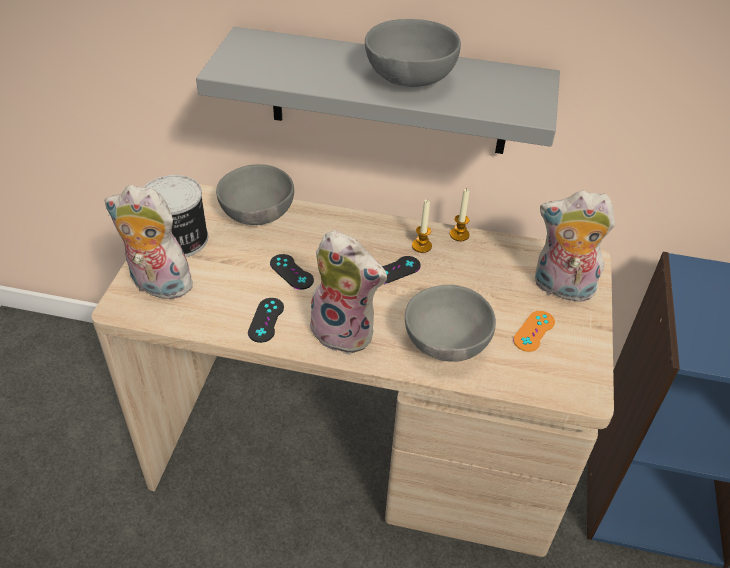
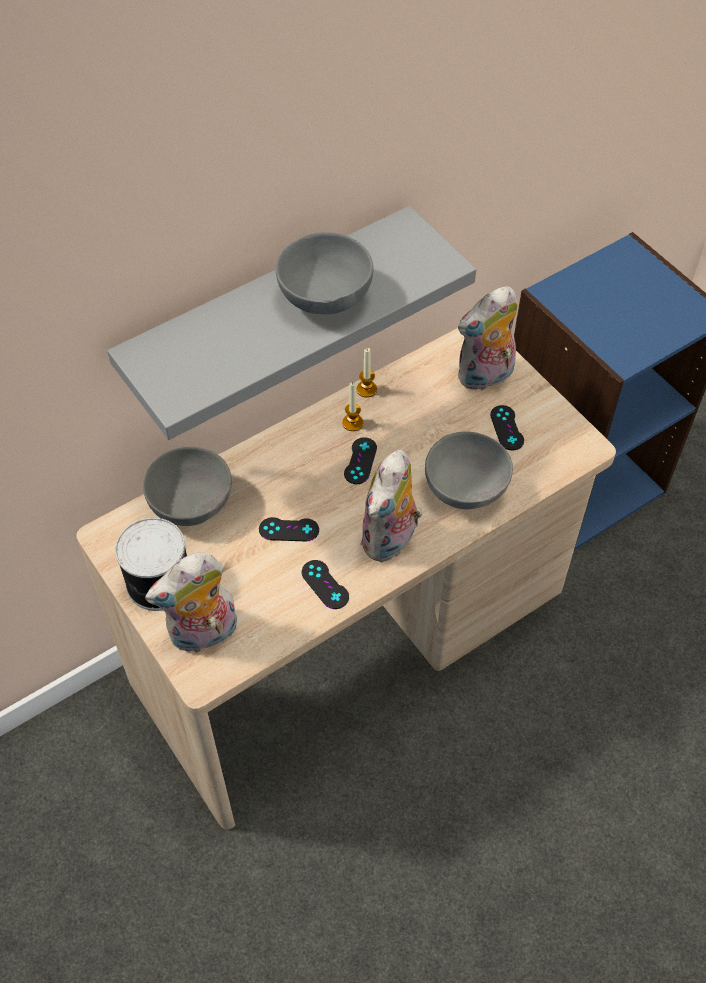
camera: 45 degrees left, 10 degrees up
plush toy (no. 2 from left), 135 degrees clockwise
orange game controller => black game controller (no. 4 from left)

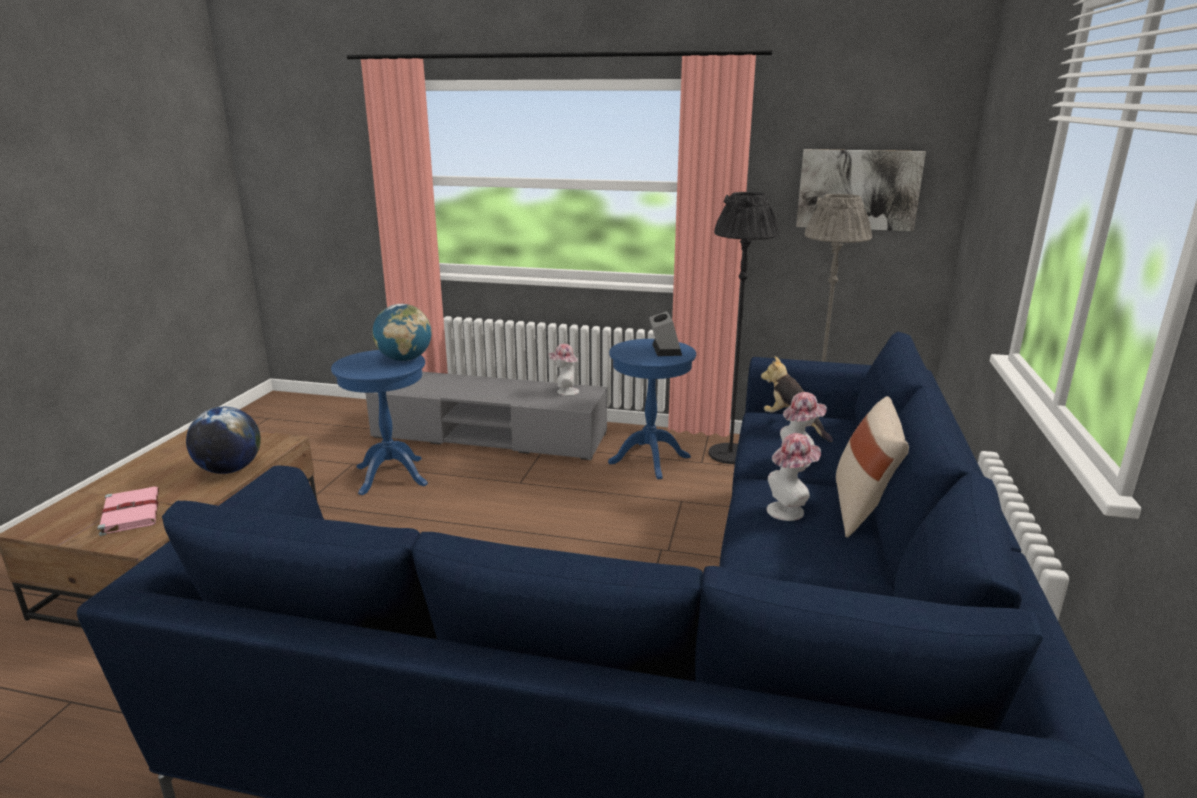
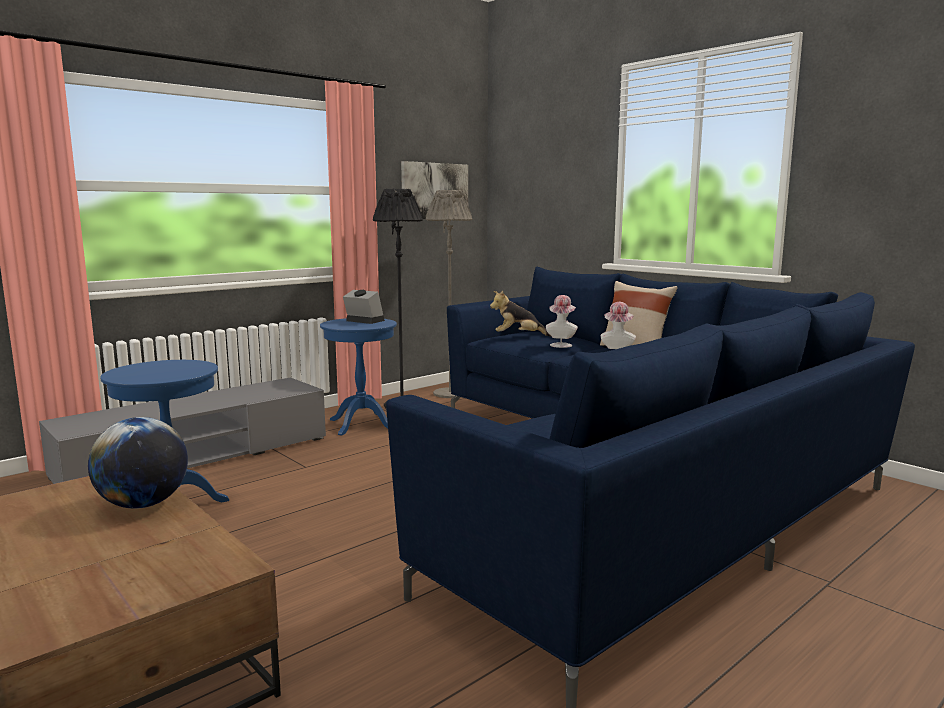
camera: 55 degrees left, 10 degrees down
pink book => nothing
globe (no. 2 from left) => nothing
hat (no. 1 from left) => nothing

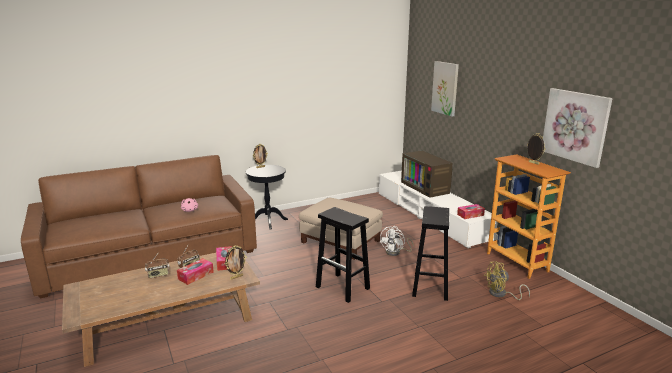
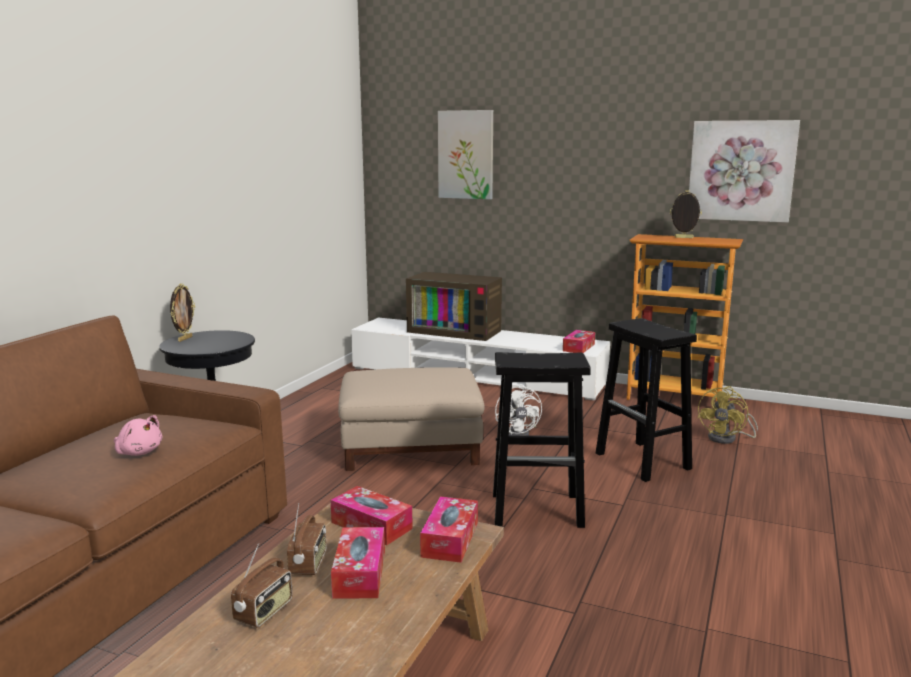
camera: 40 degrees left, 5 degrees down
picture frame (no. 1 from left) => tissue box (no. 3 from left)

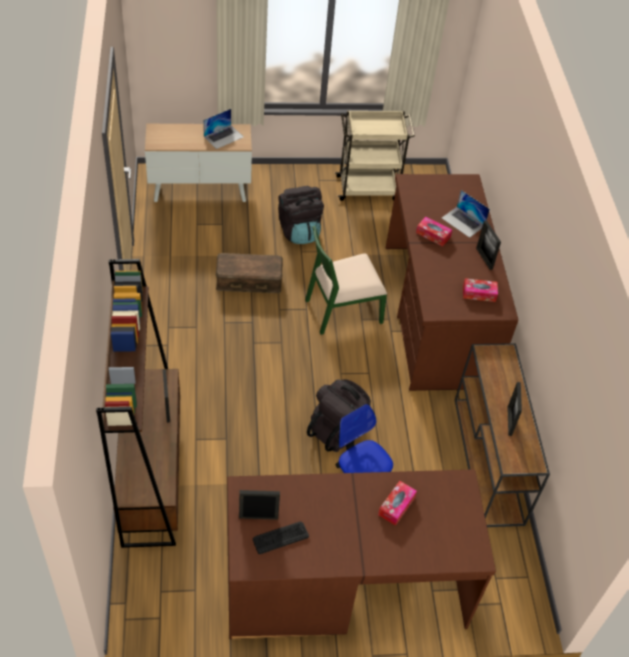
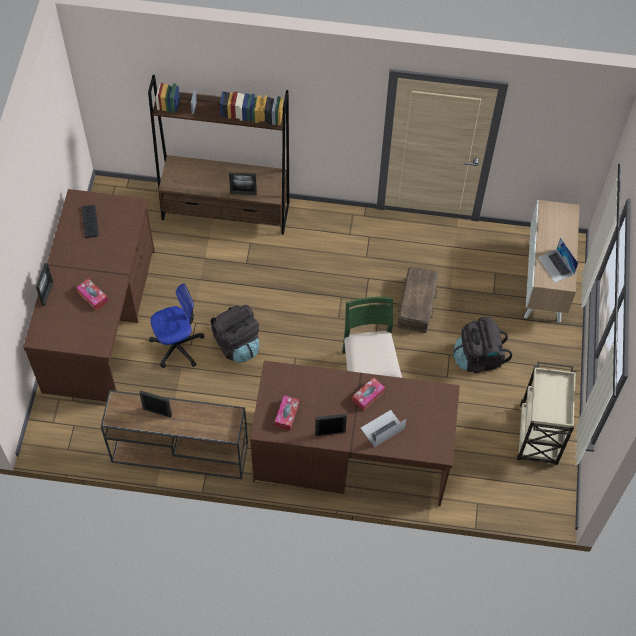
camera: 105 degrees right, 10 degrees up
picture frame (no. 2 from left in the first image) => picture frame (no. 1 from left), shifted

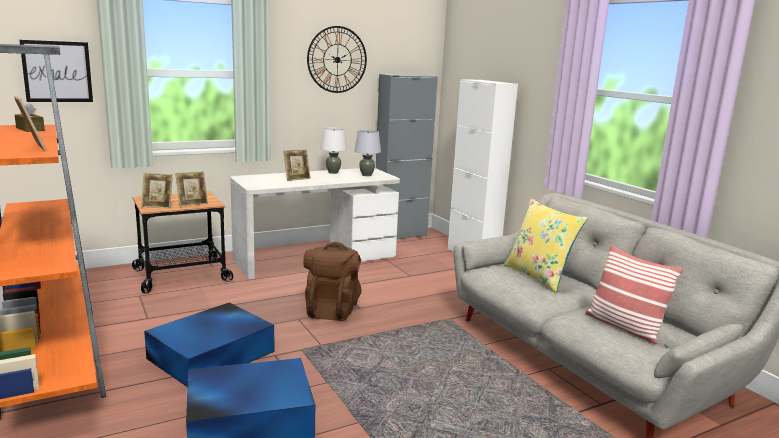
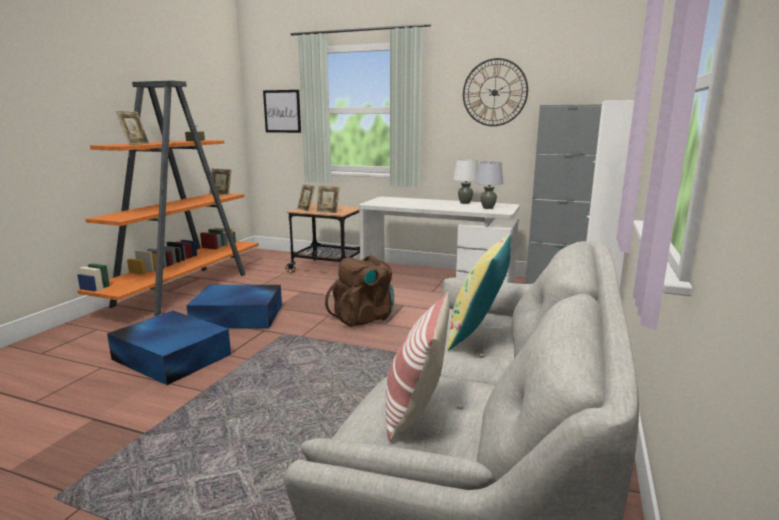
camera: 50 degrees right, 0 degrees up
picture frame (no. 4 from left in the first image) => picture frame (no. 2 from left), shifted

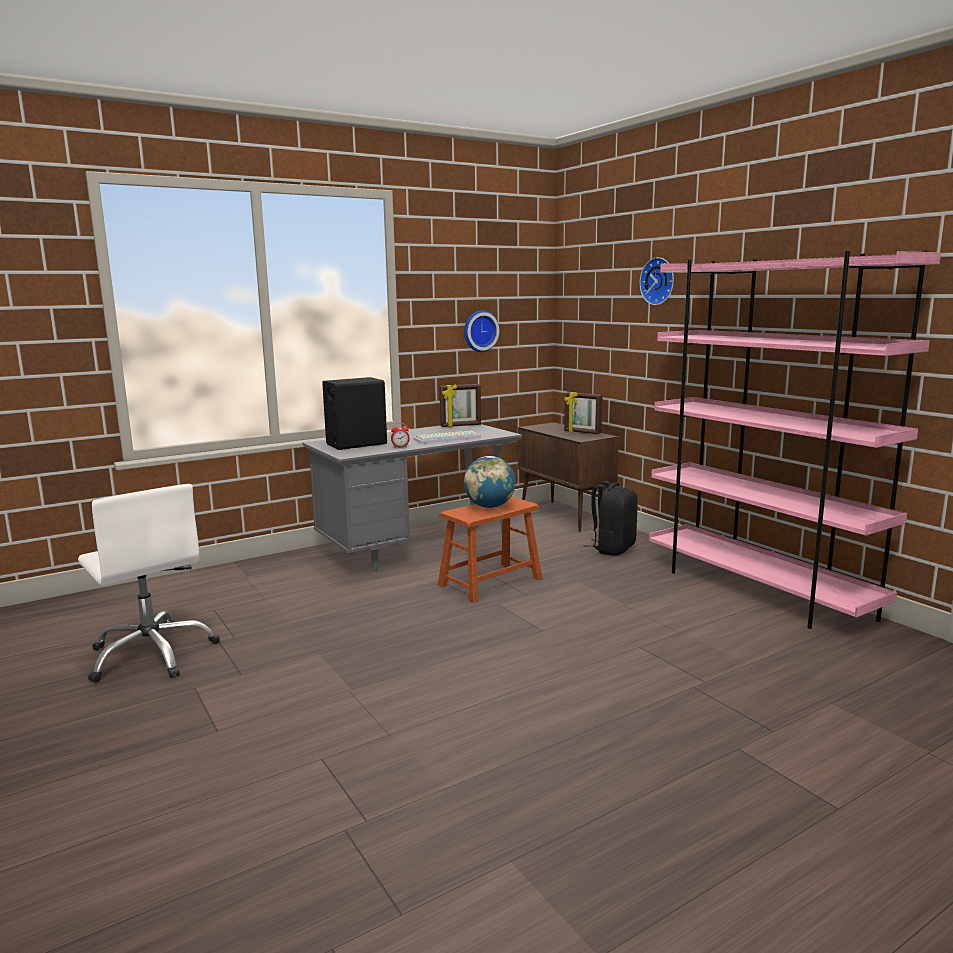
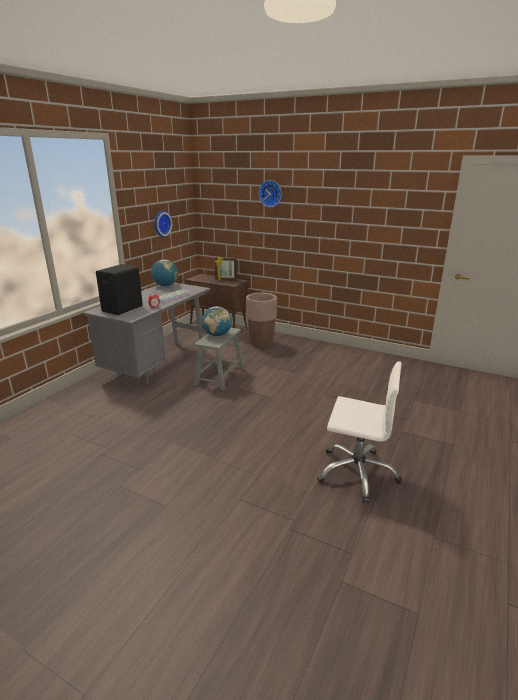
camera: 30 degrees left, 10 degrees up
white office chair, shifted
brown stool => grey stool
picture frame (no. 1 from left) => globe (no. 1 from left)
black backpack => brown planter
pink bookcase => nothing

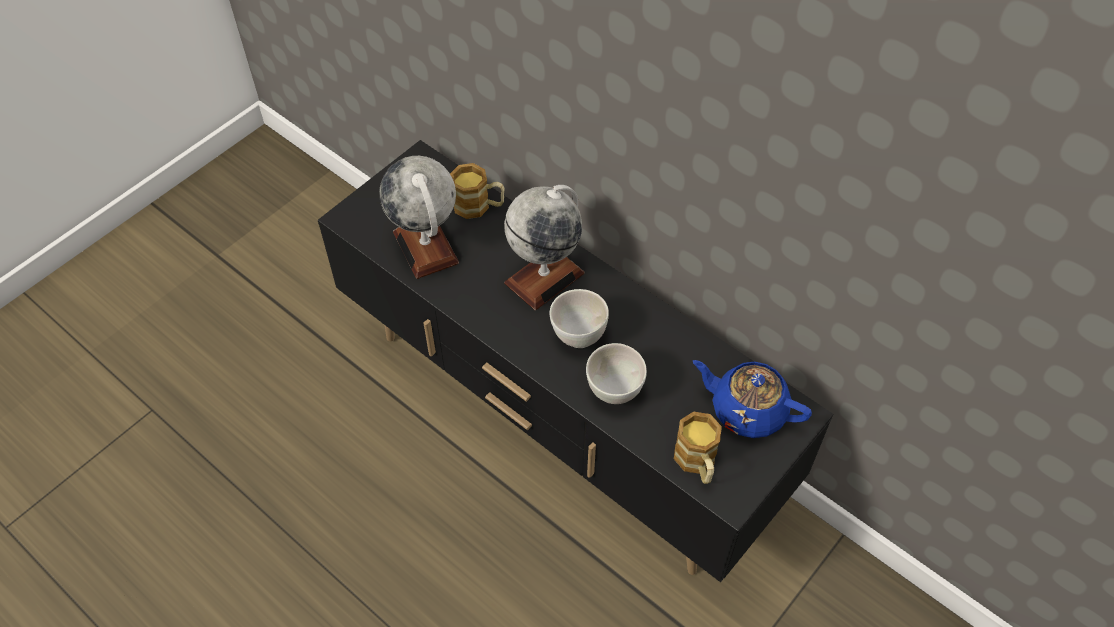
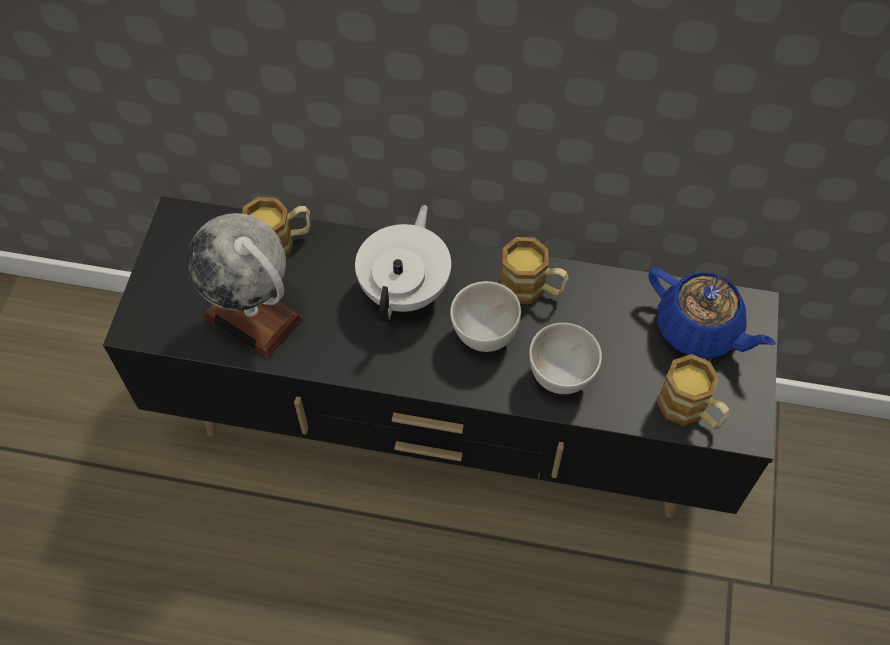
camera: 30 degrees left, 5 degrees up
globe (no. 2 from left) => white teapot
blue teapot, 135 degrees counterclockwise
nothing => mug (no. 2 from left)

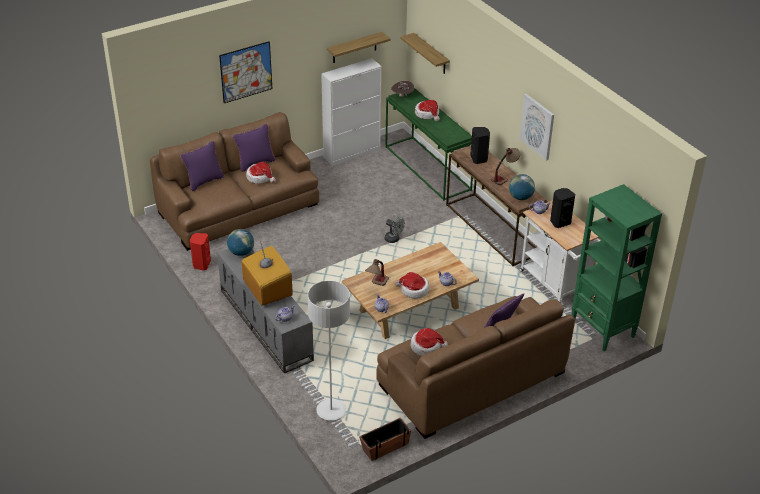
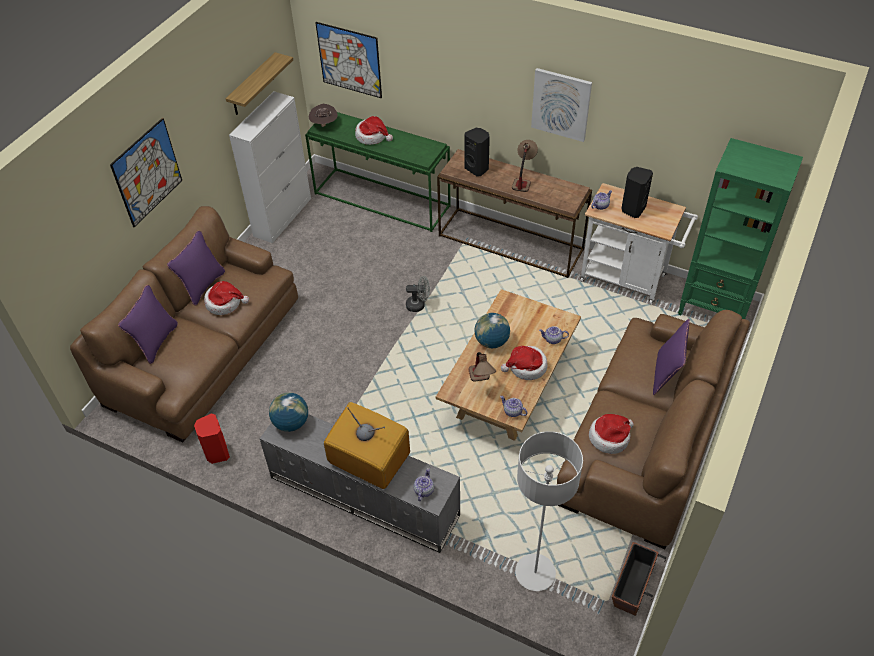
camera: 30 degrees left, 10 degrees up
shelf (no. 2 from left) => picture (no. 2 from left)
globe (no. 2 from left), shifted

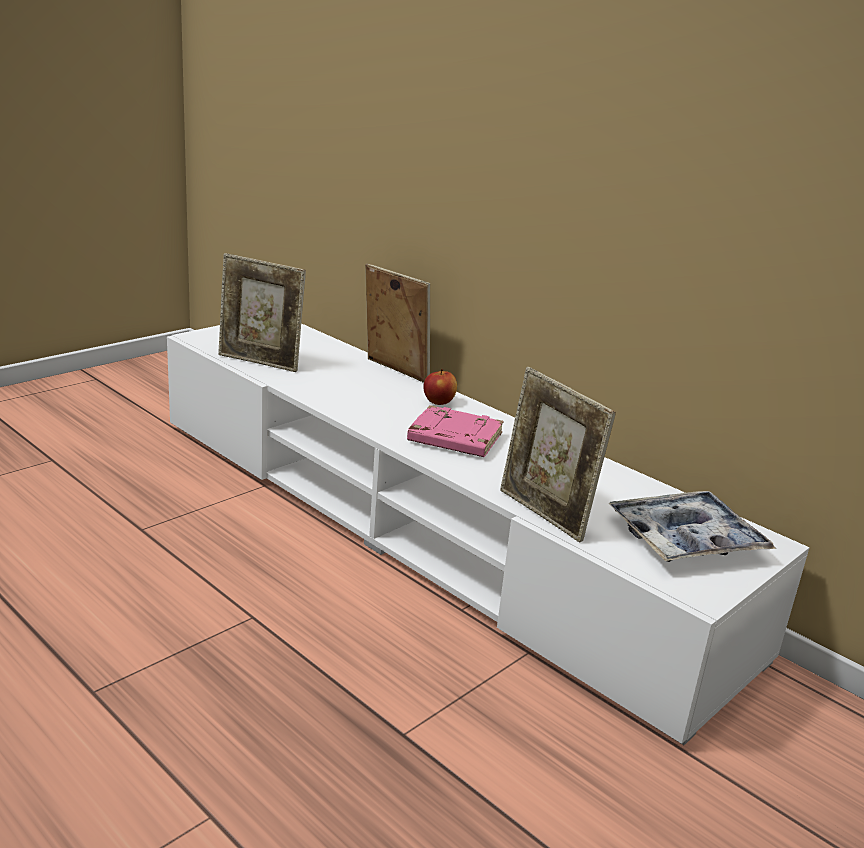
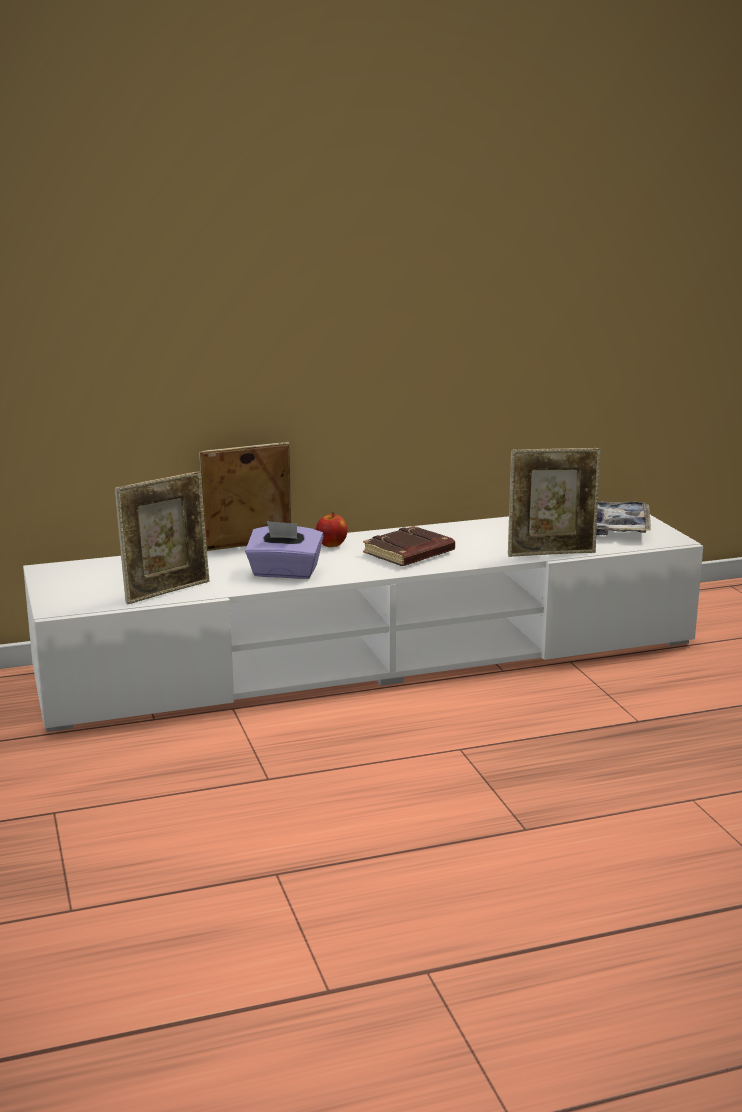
camera: 60 degrees left, 5 degrees down
pink book => brown book
nothing => purple tissue box

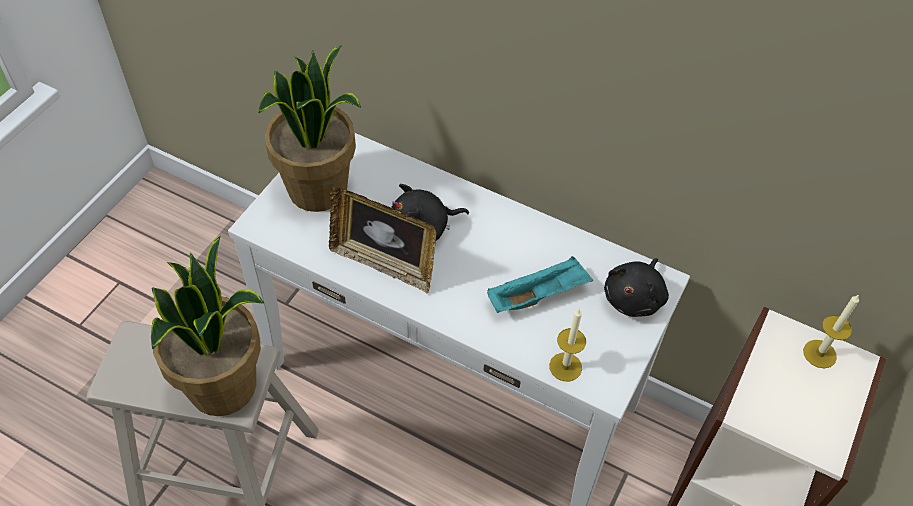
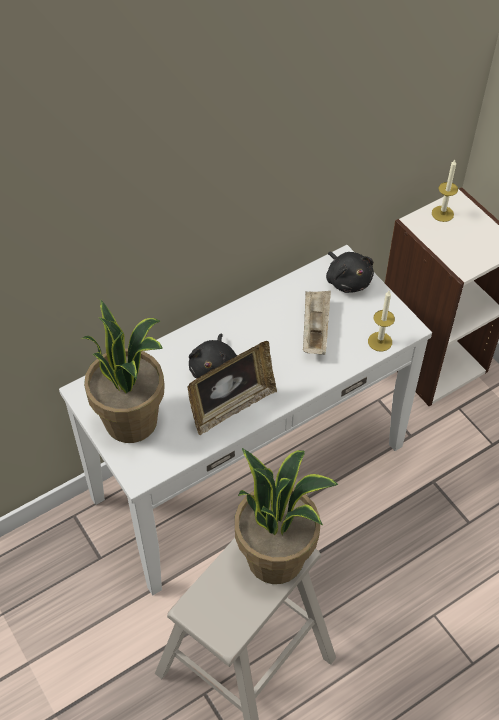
camera: 60 degrees left, 0 degrees up
turquoise tray => beige tray

